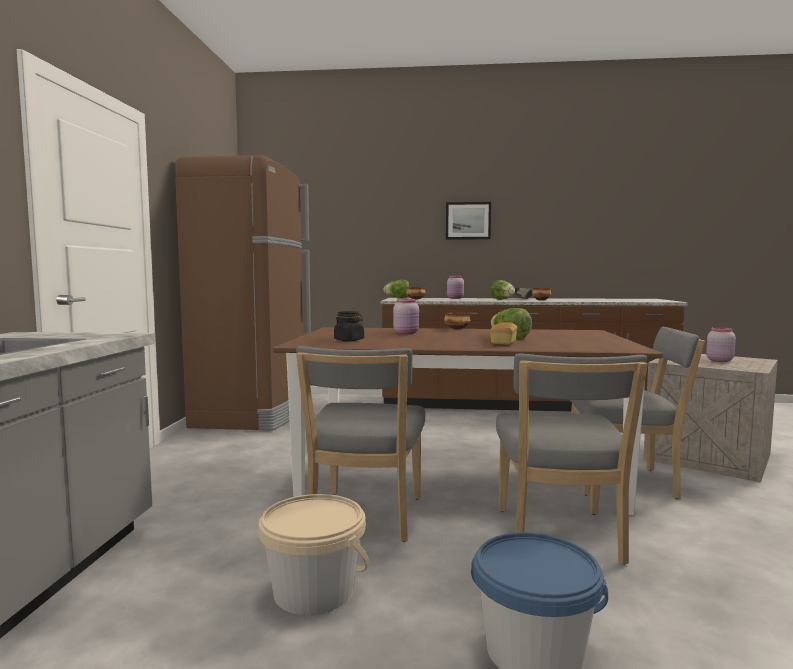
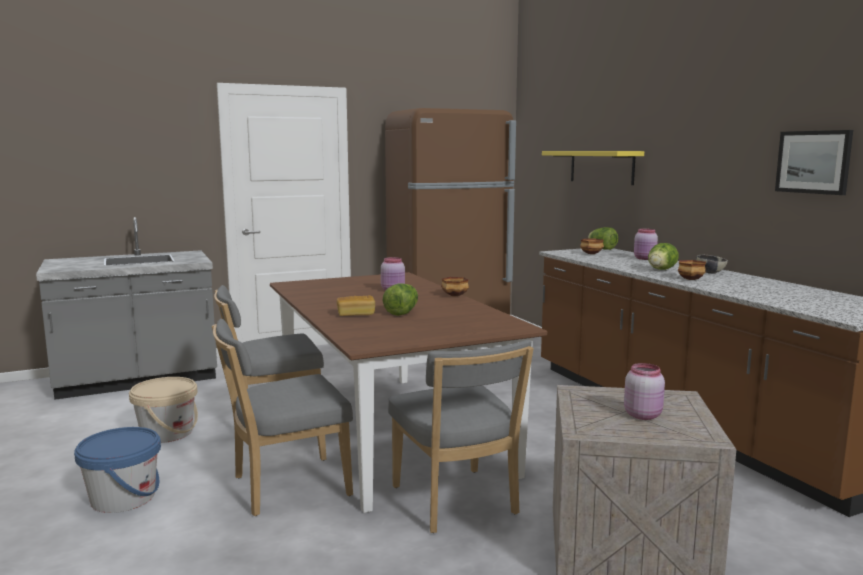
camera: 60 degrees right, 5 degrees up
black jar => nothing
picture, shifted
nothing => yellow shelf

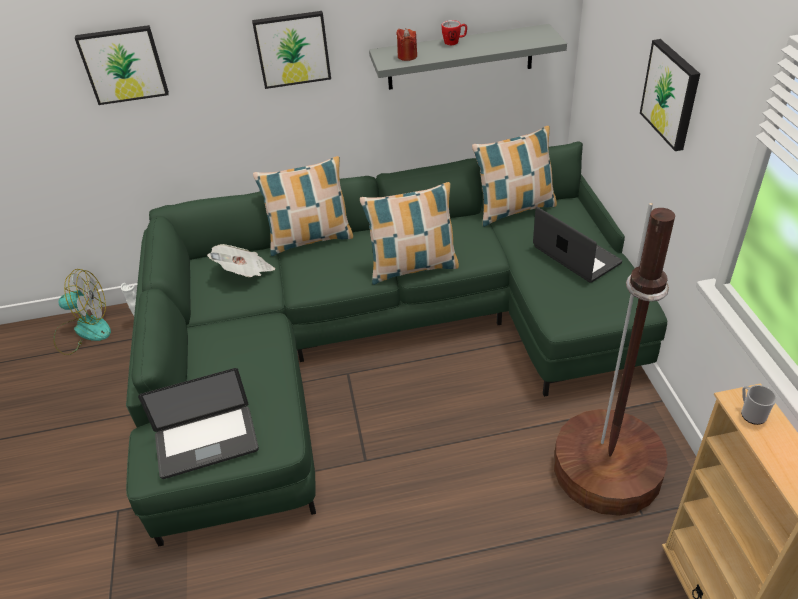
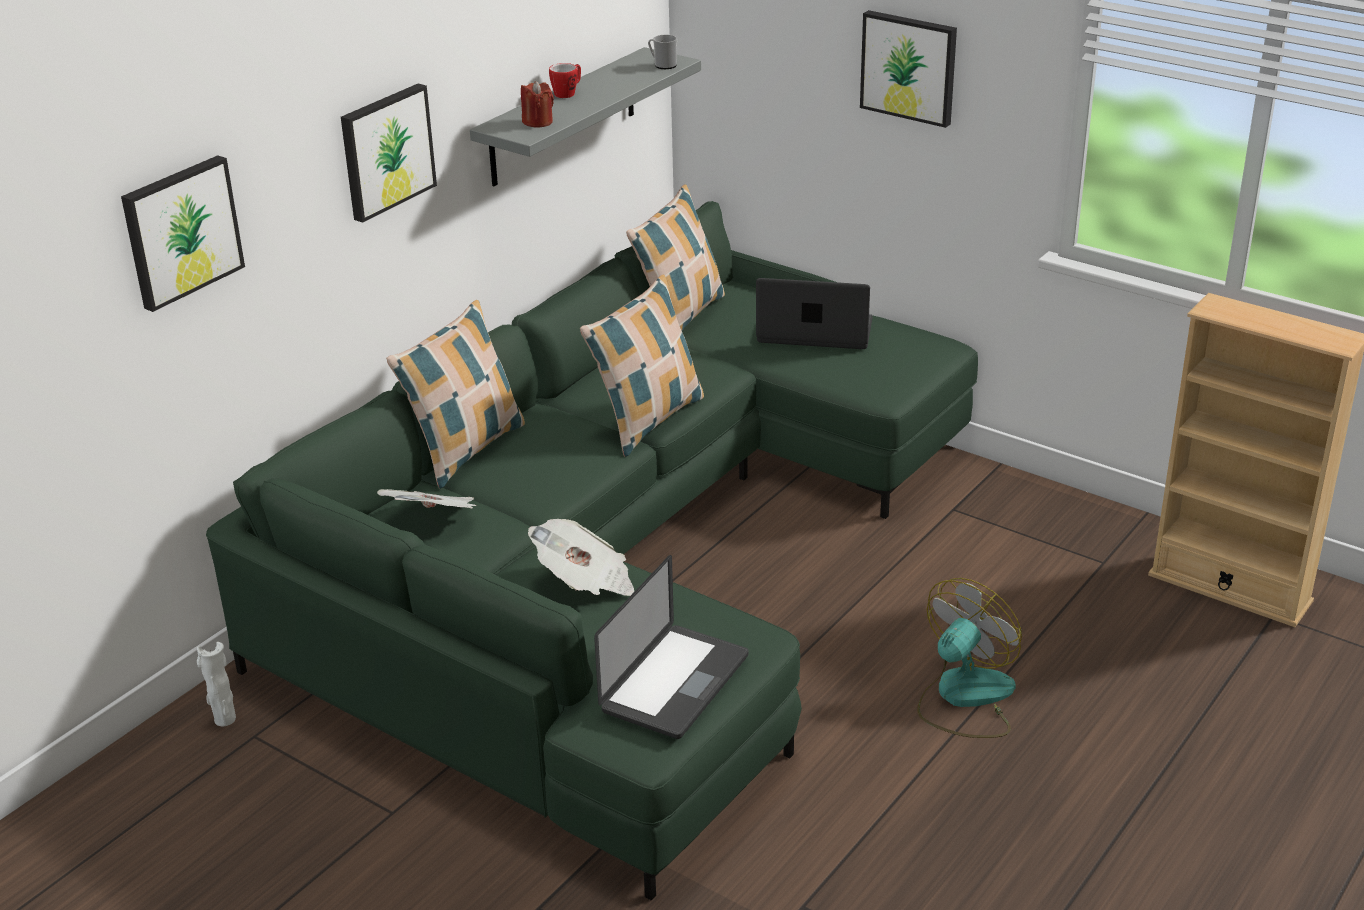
camera: 45 degrees left, 10 degrees down
fan, shifted
brown floor lamp => nothing
mug (no. 2 from left), shifted
nothing => newspaper (no. 2 from left)

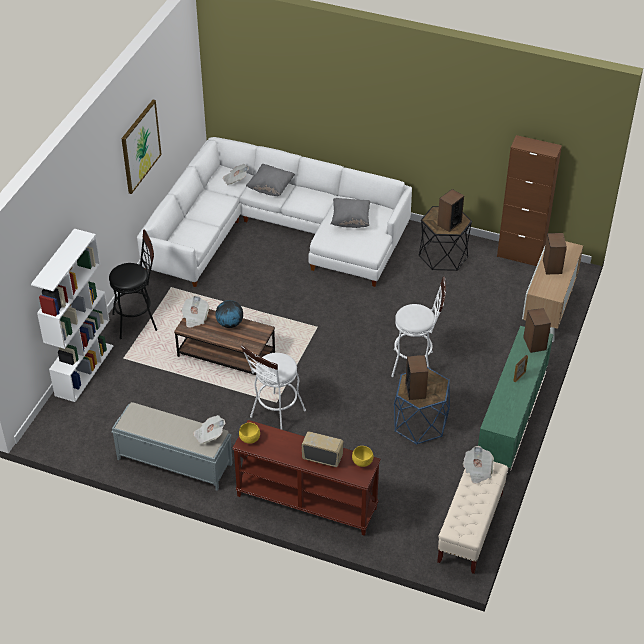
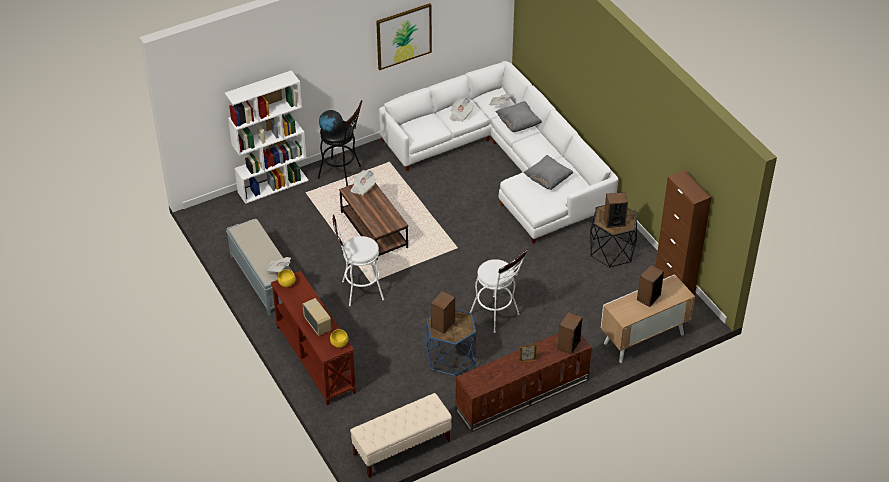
camera: 40 degrees right, 0 degrees up
globe, shifted
newspaper (no. 4 from left in the first image) => newspaper (no. 3 from left), shifted
green tv stand => brown tv stand

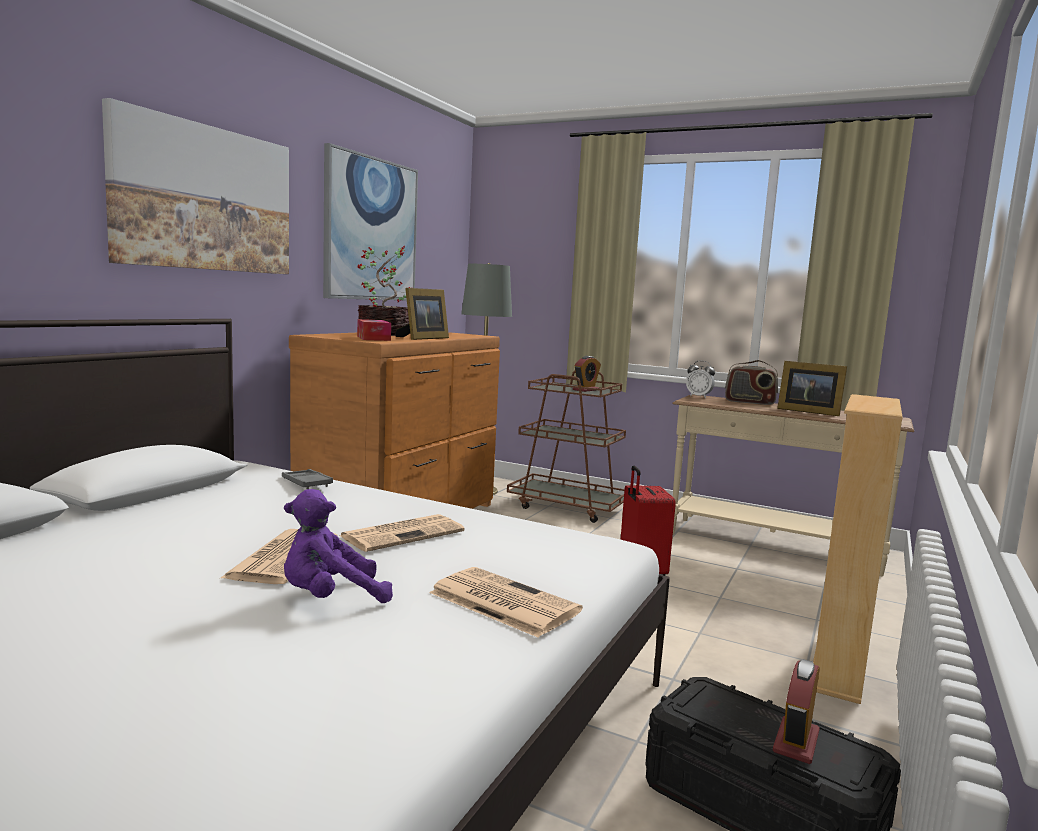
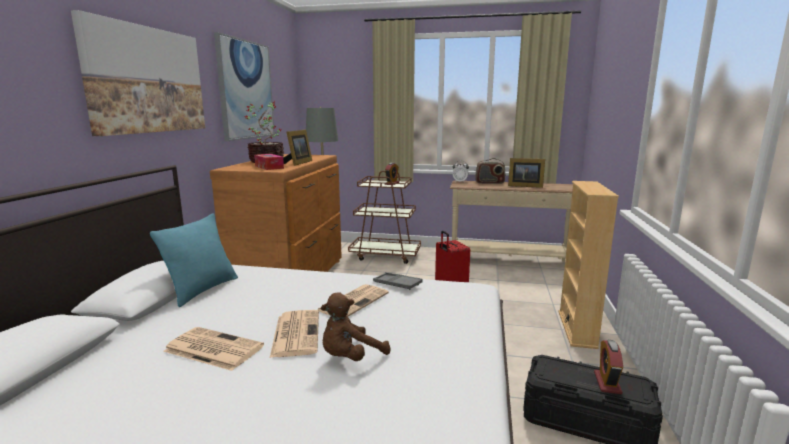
camera: 15 degrees left, 5 degrees up
grey tray, shifted
purple plush toy => brown plush toy
newspaper (no. 3 from left in the first image) => newspaper (no. 1 from left), shifted
nothing => turquoise pillow

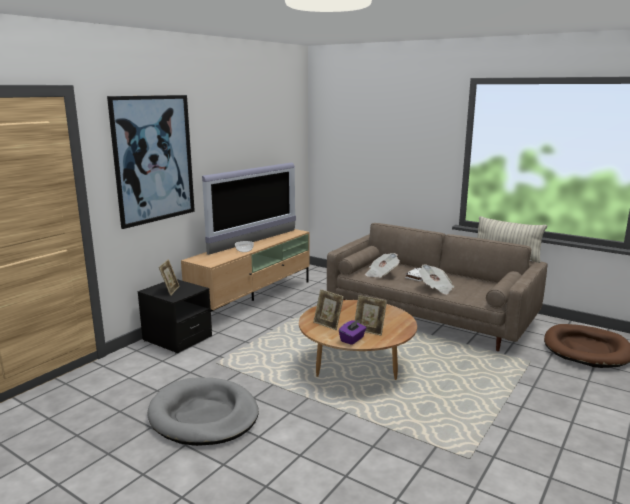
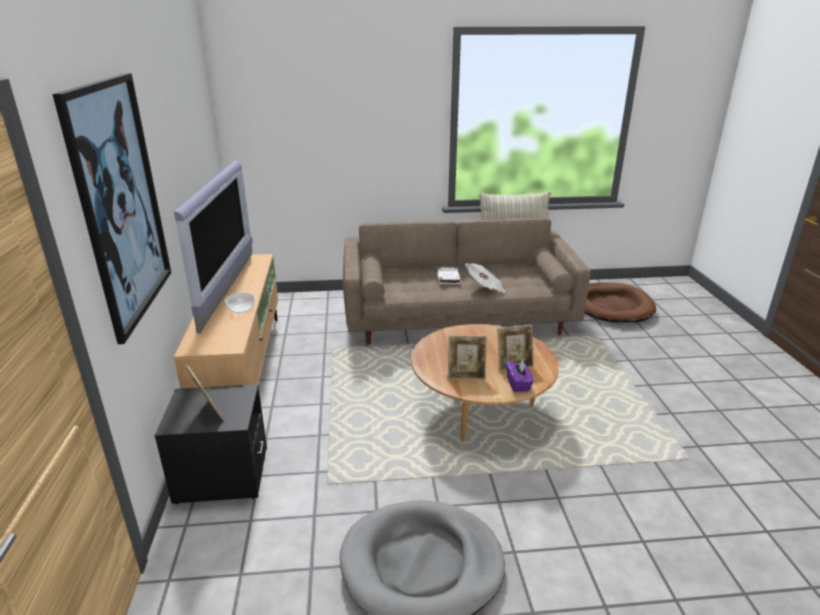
camera: 40 degrees left, 10 degrees up
newspaper (no. 1 from left) => nothing

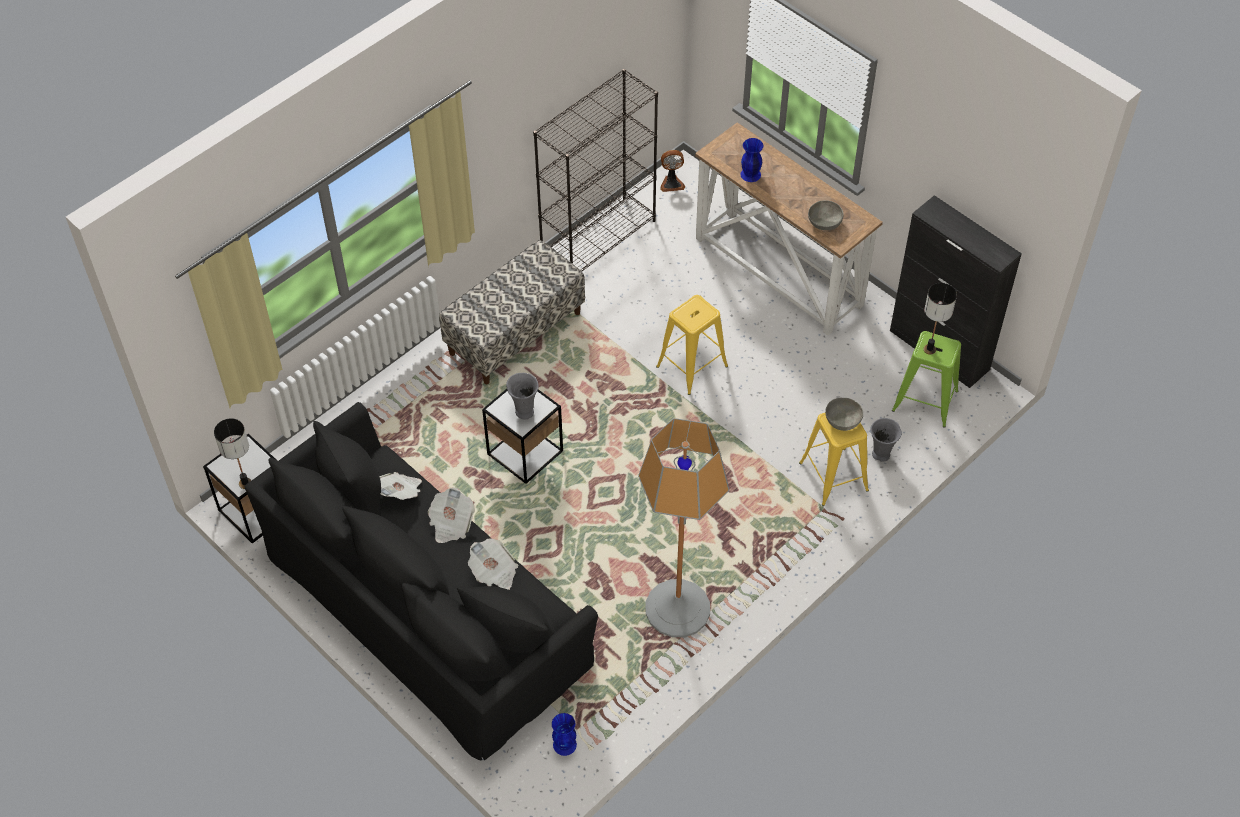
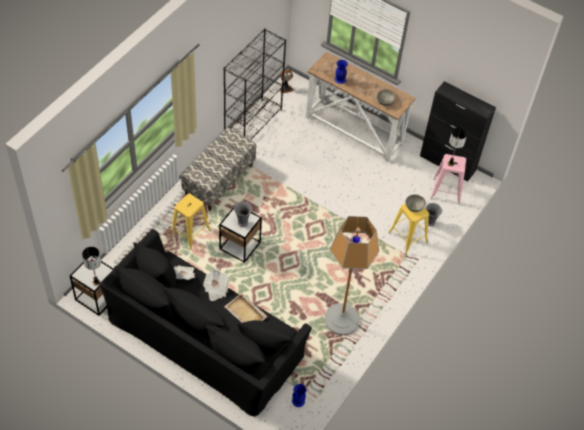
camera: 15 degrees left, 0 degrees up
newspaper (no. 3 from left) => beige tray
yellow stool (no. 1 from left), shifted
green stool => pink stool

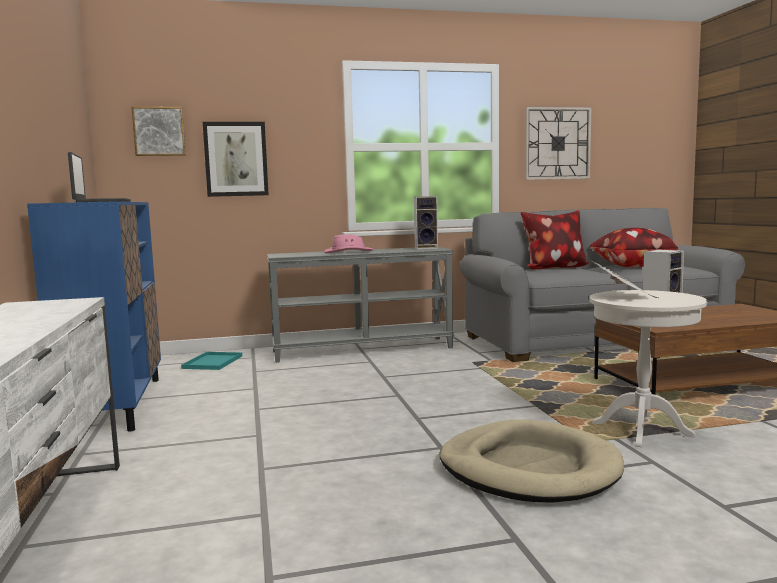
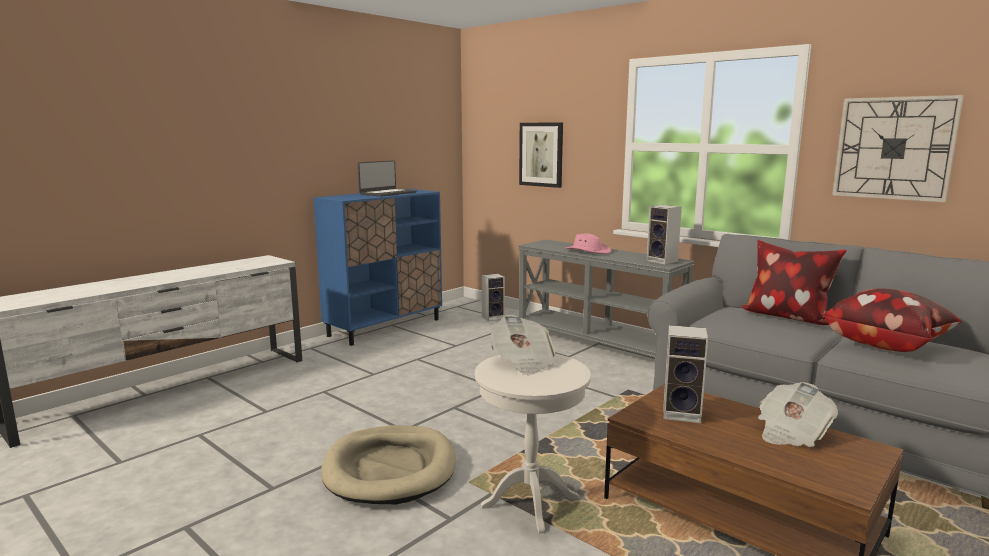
camera: 55 degrees right, 5 degrees up
picture (no. 1 from left) => nothing
turquoise tray => speaker (no. 1 from left)
nothing => newspaper (no. 2 from left)

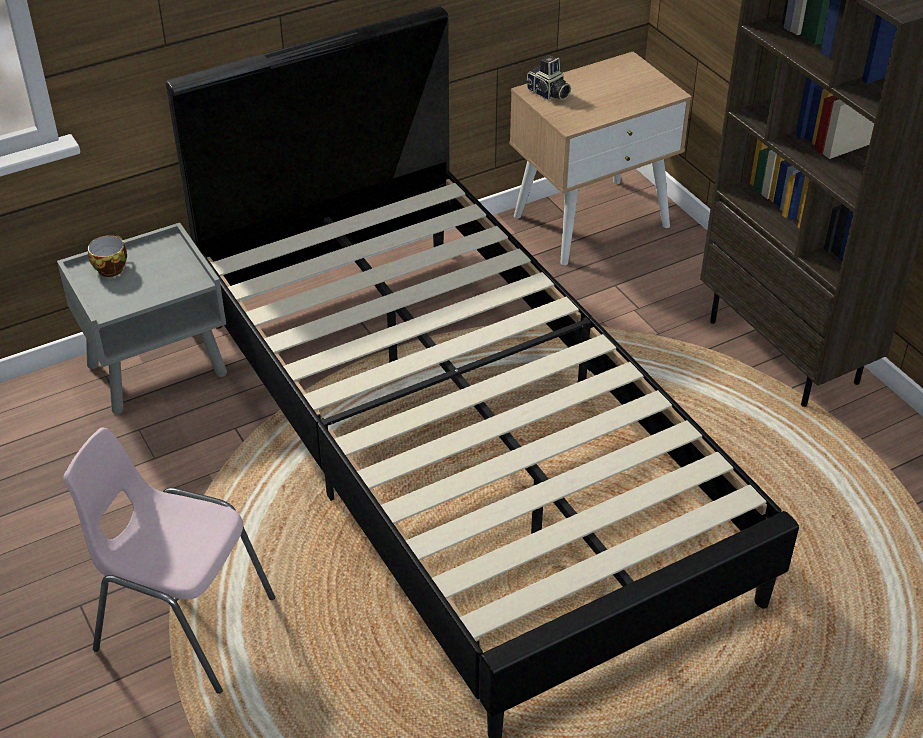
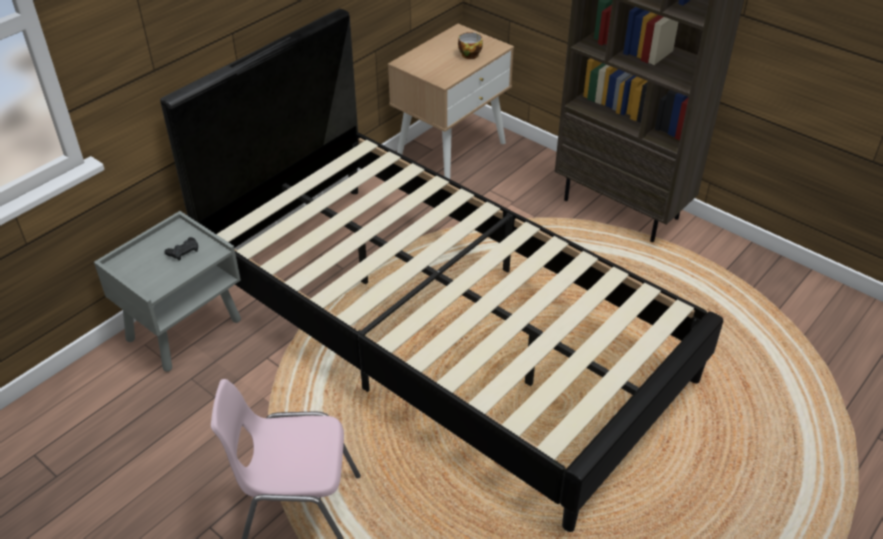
camera: 20 degrees left, 0 degrees up
cup, shifted
photo camera => nothing
nothing => black game controller

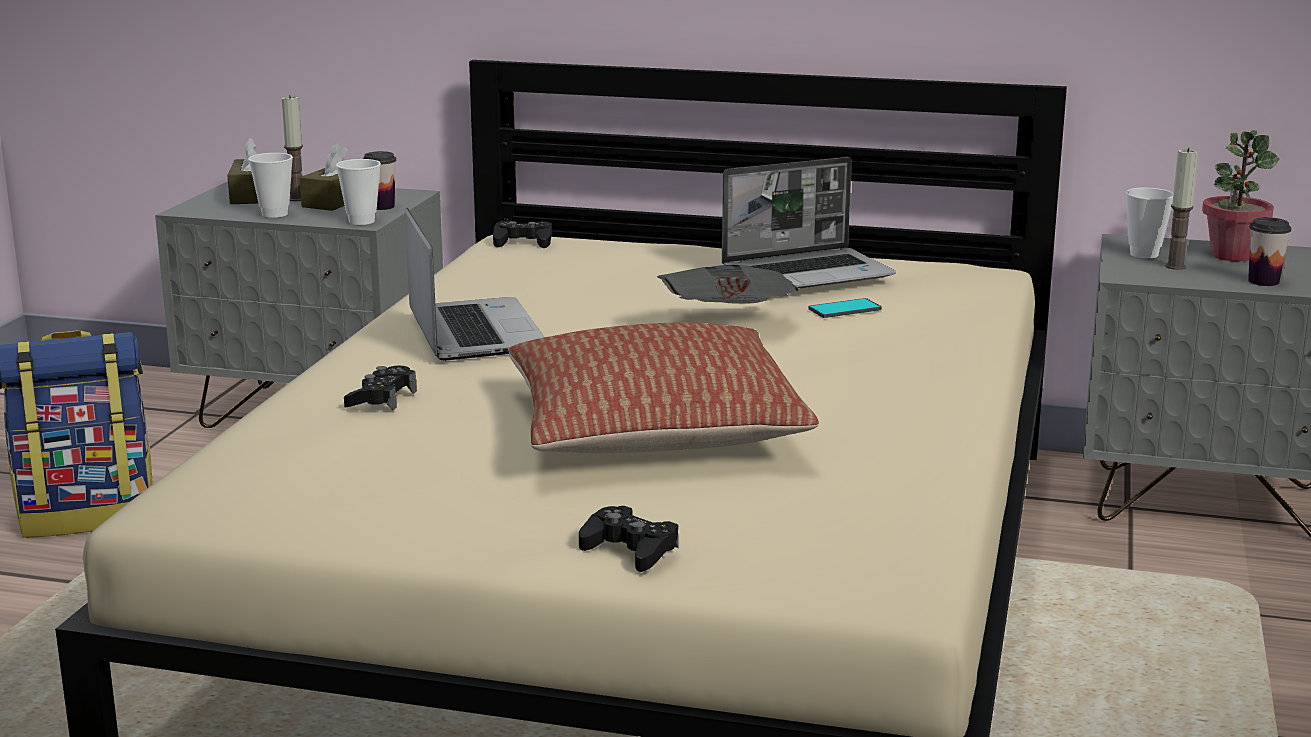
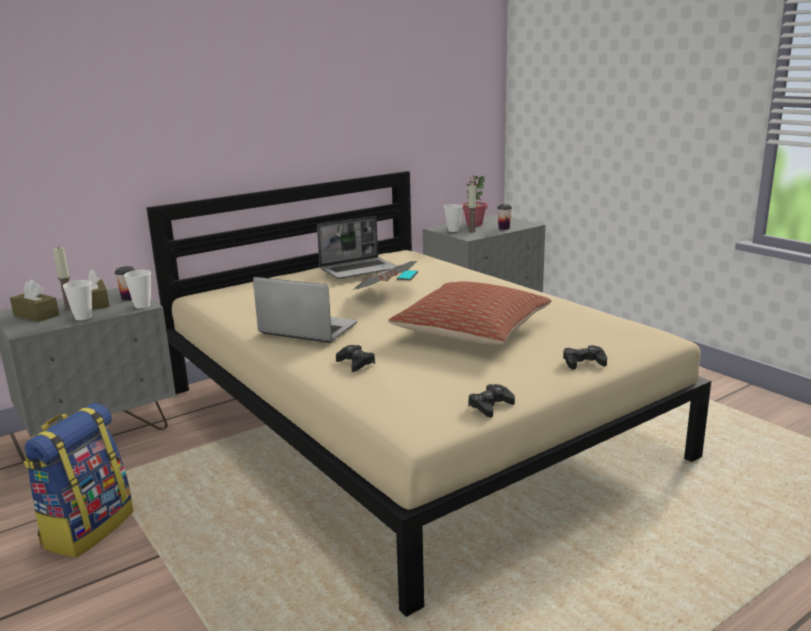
camera: 50 degrees left, 0 degrees up
black game controller (no. 2 from left), shifted
laptop (no. 2 from left), 45 degrees clockwise

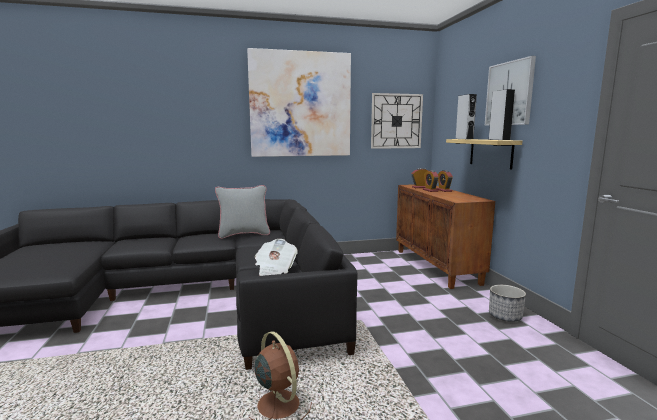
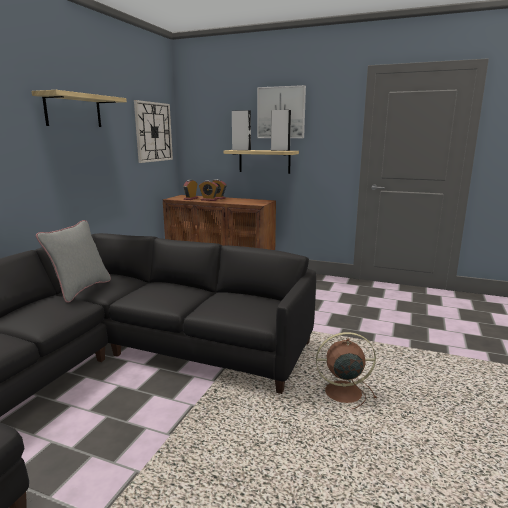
camera: 55 degrees left, 5 degrees up
picture (no. 1 from left) => shelf (no. 1 from left)
newspaper => nothing
planter => nothing

